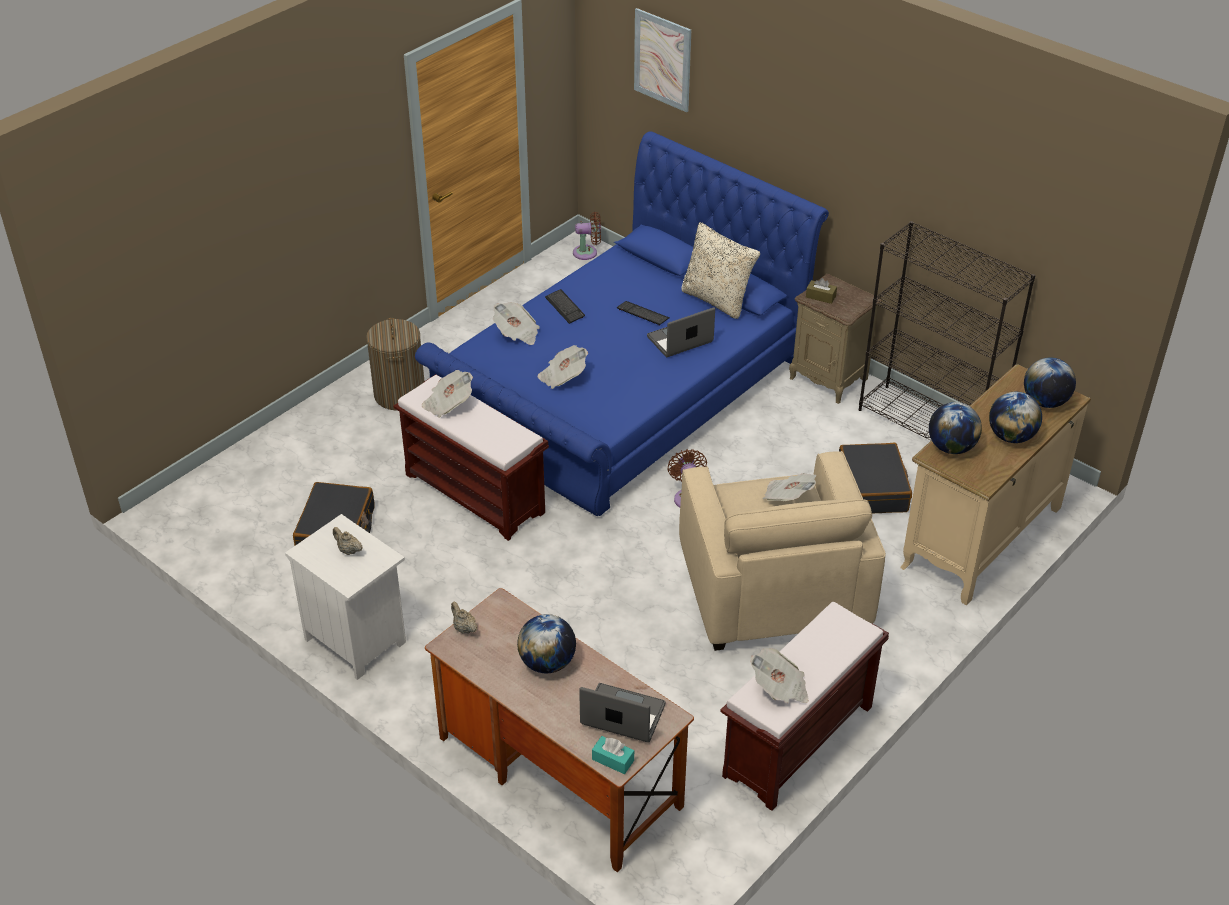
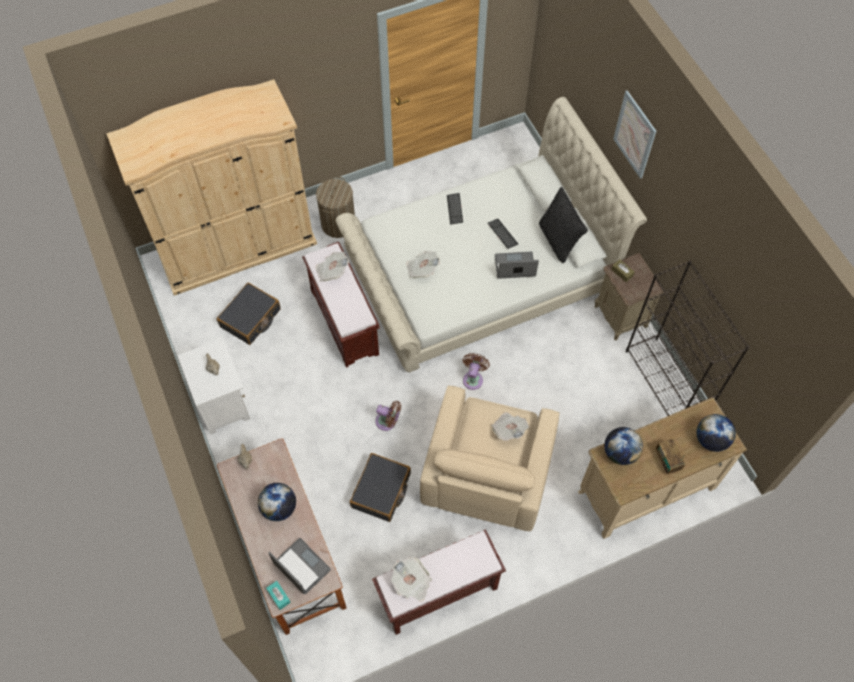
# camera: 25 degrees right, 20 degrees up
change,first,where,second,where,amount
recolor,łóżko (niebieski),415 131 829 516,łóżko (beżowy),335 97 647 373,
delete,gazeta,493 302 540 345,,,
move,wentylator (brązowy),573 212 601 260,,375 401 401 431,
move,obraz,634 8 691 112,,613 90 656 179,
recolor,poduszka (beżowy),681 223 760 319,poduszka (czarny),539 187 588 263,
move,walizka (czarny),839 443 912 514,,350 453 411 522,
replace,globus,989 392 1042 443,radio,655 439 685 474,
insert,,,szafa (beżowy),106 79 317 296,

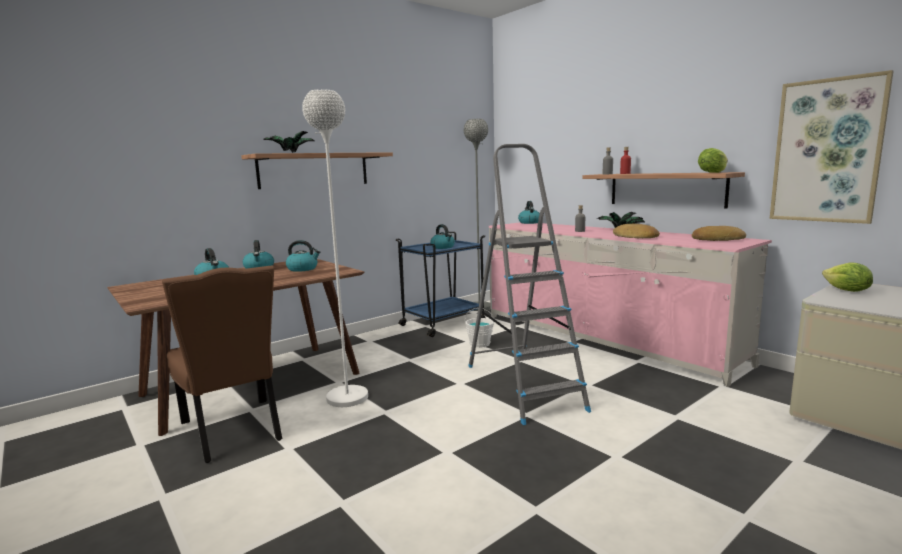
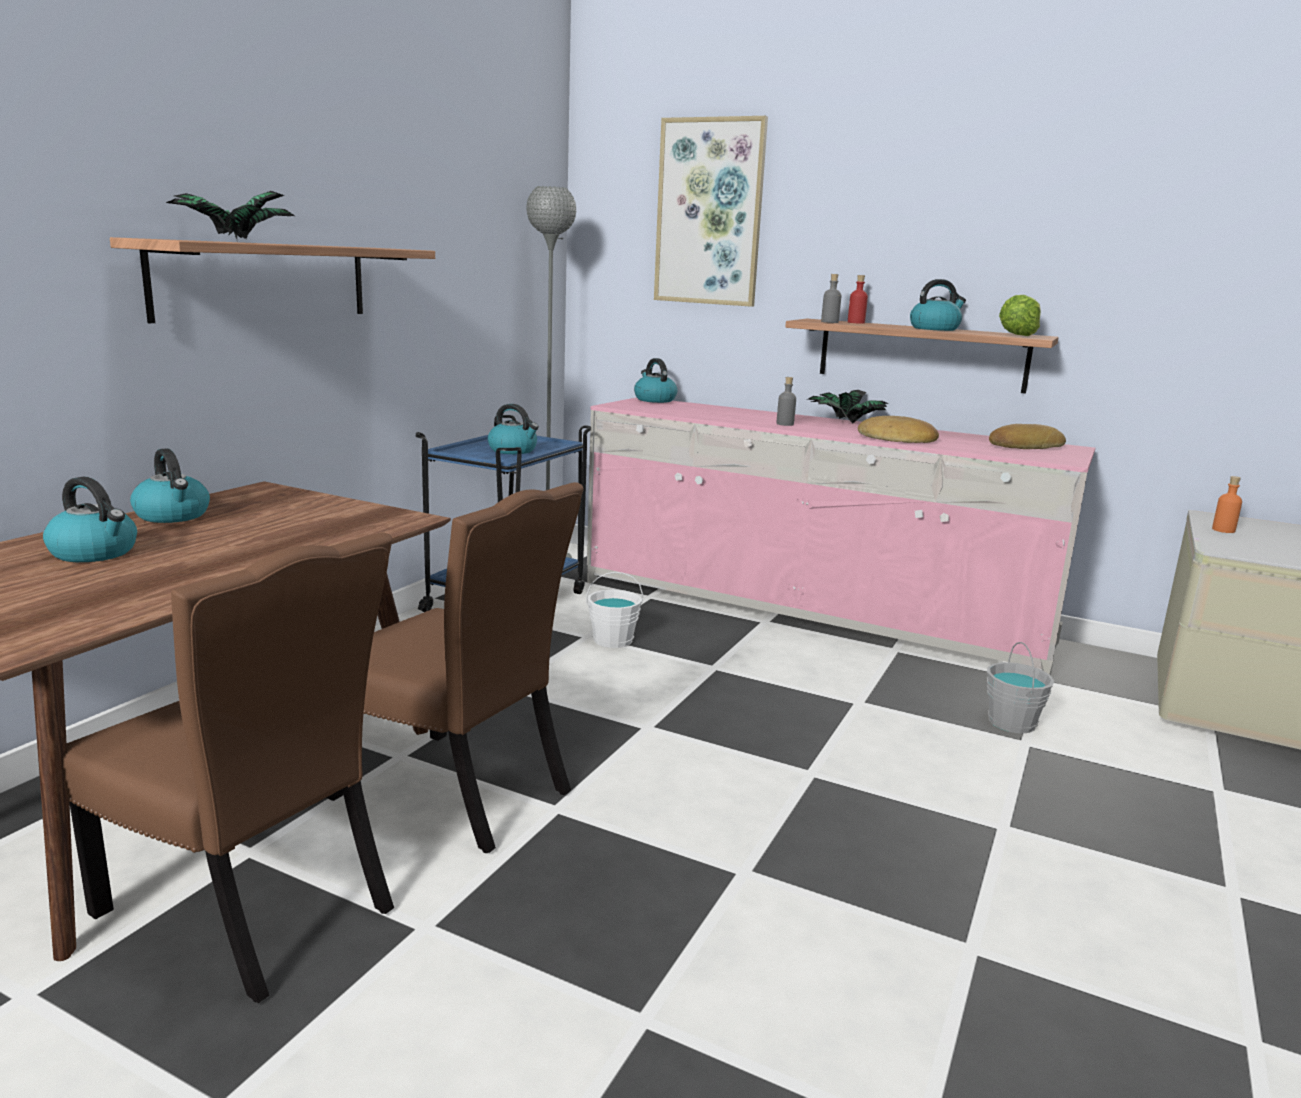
# camera: 25 degrees left, 5 degrees up
change,first,where,second,where,amount
move,czajnik,286 240 321 272,,910 279 966 331,
replace,lampa stojąca (biały),302 89 368 407,krzesło (brązowy),326 482 583 853,
delete,drabinka (szary),468 144 591 425,,,
move,obraz,770 70 893 224,,654 116 768 307,
replace,sałata,822 263 873 292,butelka (pomarańczowy),1212 476 1242 533,
insert,,,wiadro (szary),987 642 1054 734,

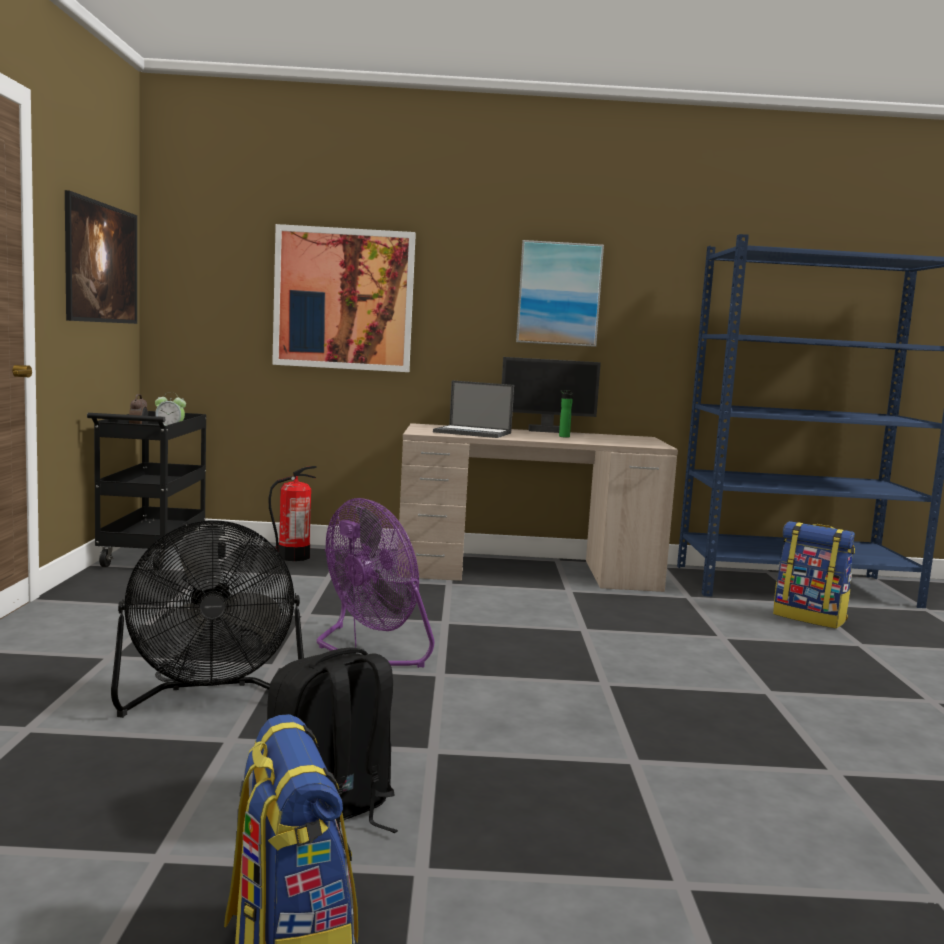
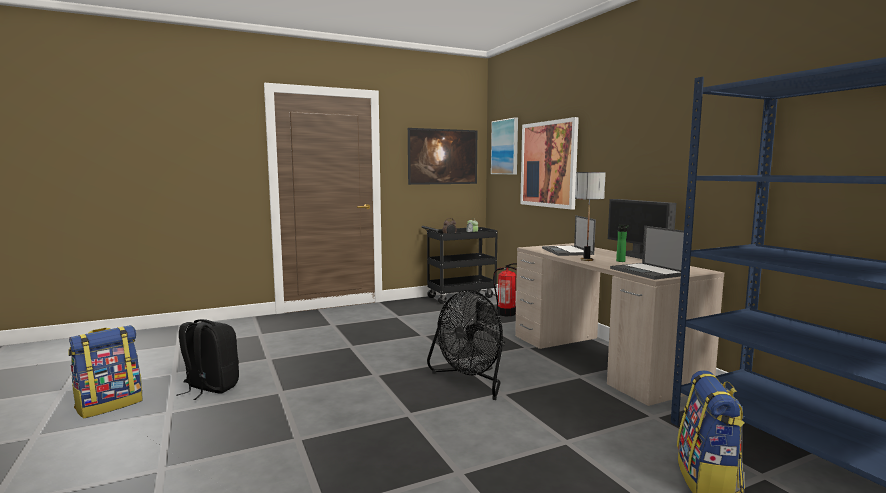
# camera: 65 degrees right, 0 degrees up
change,first,where,second,where,amount
move,wentylator (czarny),111 520 304 718,,427 290 505 400,
delete,wentylator (fioletowy),316 498 434 668,,,
move,obraz,516 240 604 347,,491 117 518 174,
insert,,,lampa stołowa,575 172 606 261,
insert,,,laptop,610 226 688 280,

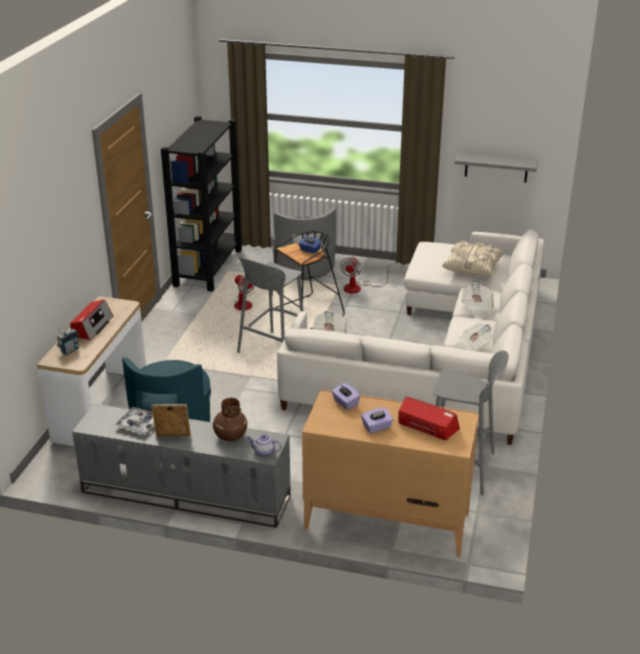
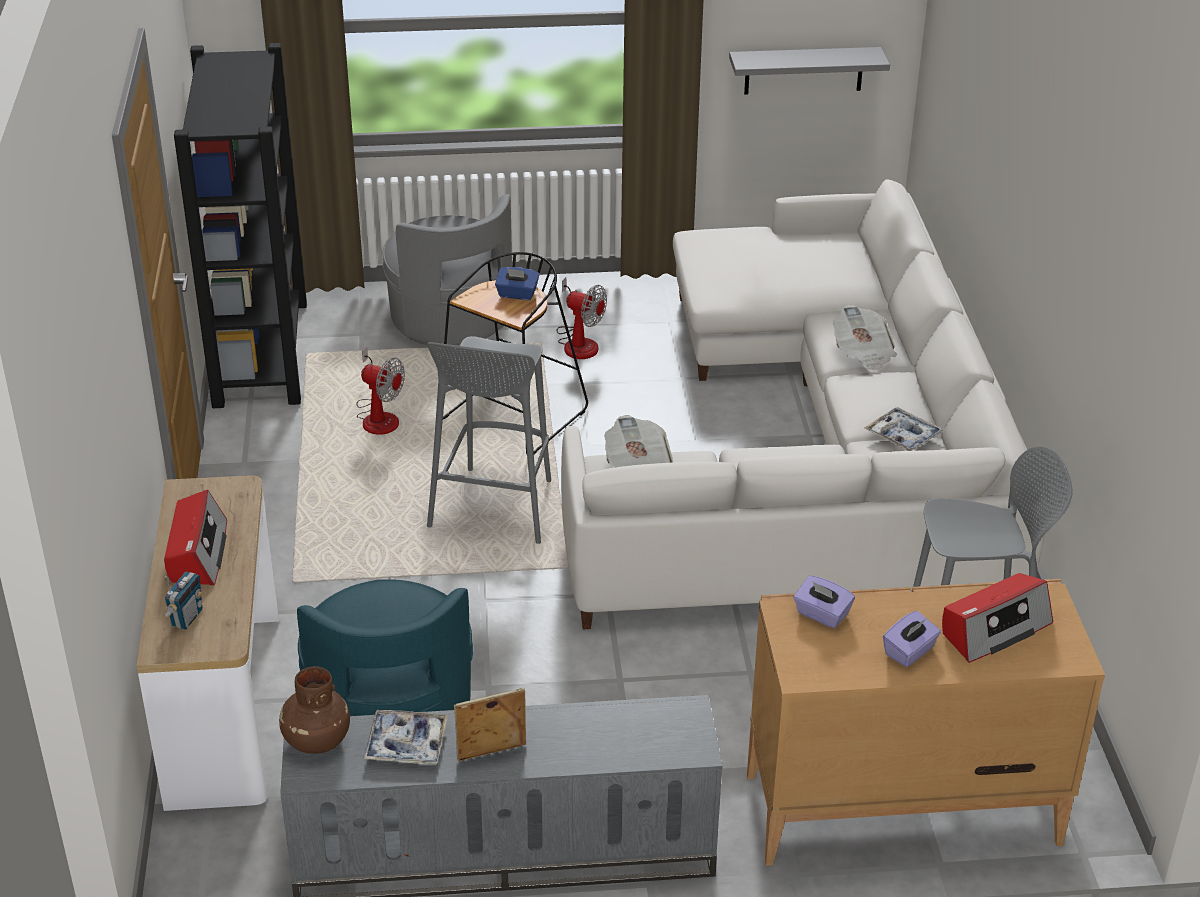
# camera: 20 degrees left, 5 degrees up
change,first,where,second,where,amount
move,wazon (brązowy),213 398 247 441,,279 666 350 754,
delete,imbryk,247 434 281 457,,,
rotate,wentylator,340 257 391 293,,557 278 607 359,60 degrees counterclockwise
rotate,radio,398 396 460 441,,942 573 1053 663,135 degrees clockwise
delete,poduszka (beżowy),442 241 504 277,,,
replace,gazeta,453 323 493 352,taca,864 407 943 451,

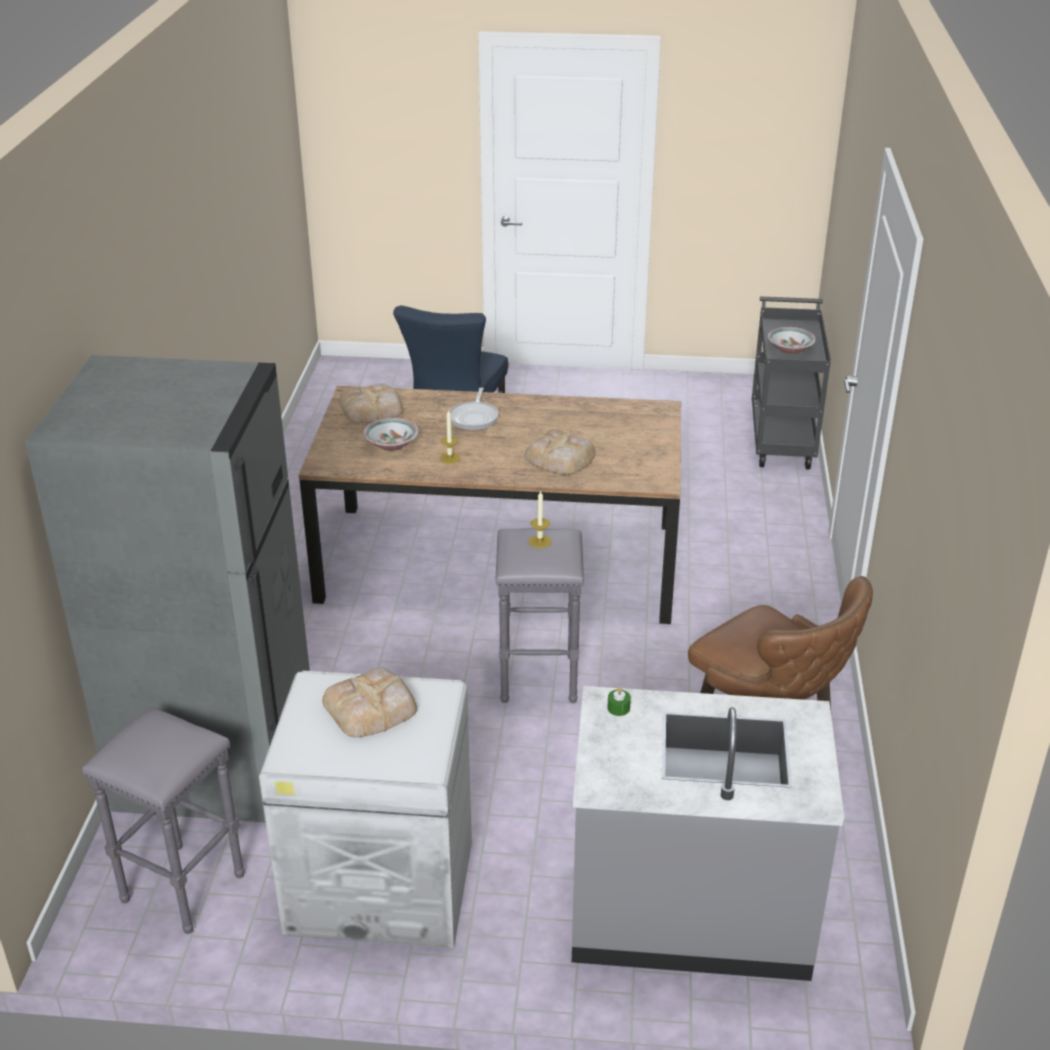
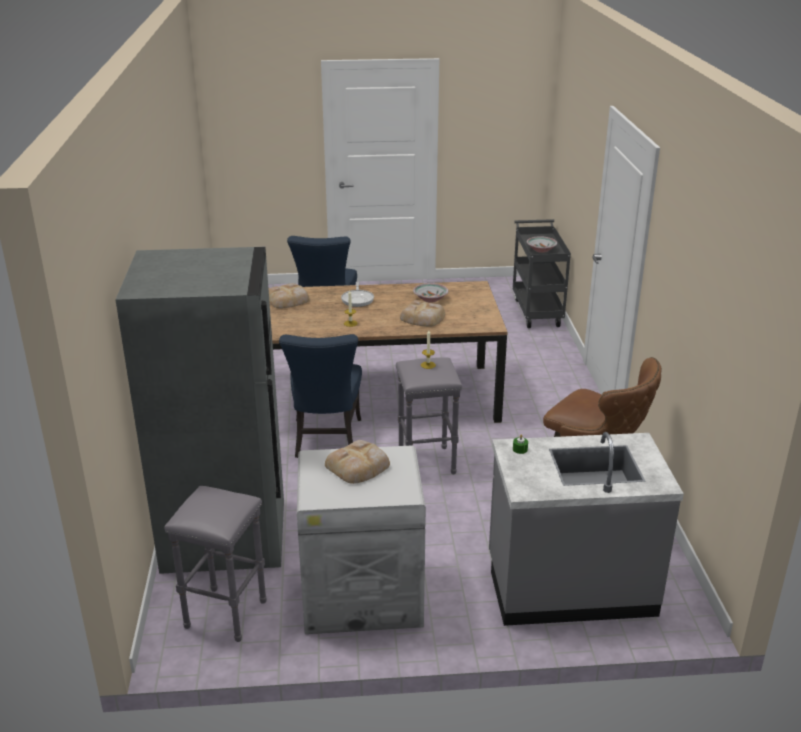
# camera: 10 degrees left, 5 degrees down
change,first,where,second,where,amount
move,miska,363 418 419 451,,413 283 448 303,
insert,,,krzesło (niebieski),279 334 362 458,

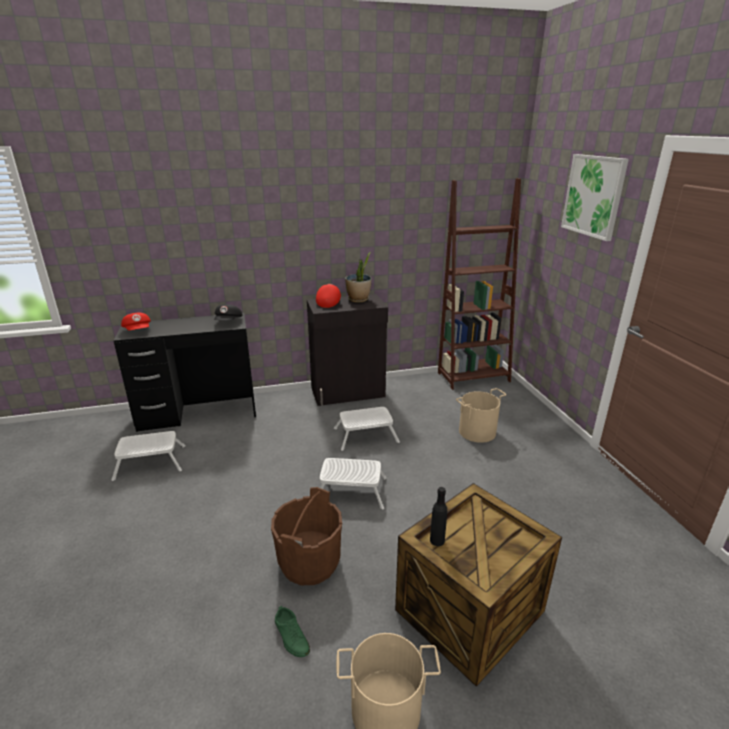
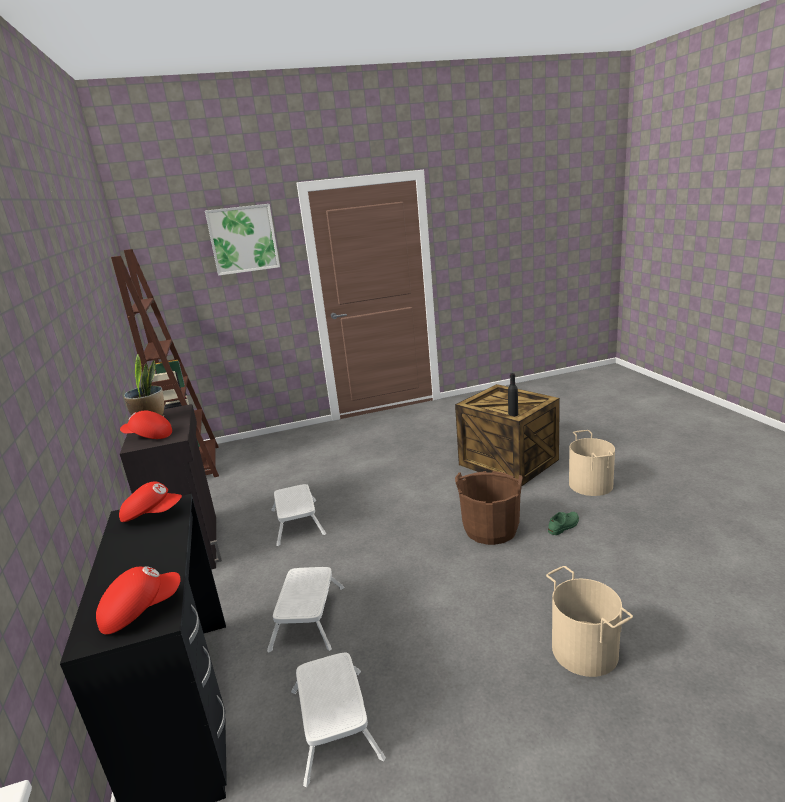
# camera: 90 degrees left, 5 degrees down
change,first,where,second,where,amount
recolor,czapka z daszkiem (czarny),214 304 243 321,czapka z daszkiem (czerwony),119 481 182 522,
move,drabinka (biały),320 458 387 510,,267 567 345 653,
move,wiadro (beżowy),456 388 506 443,,546 566 633 677,

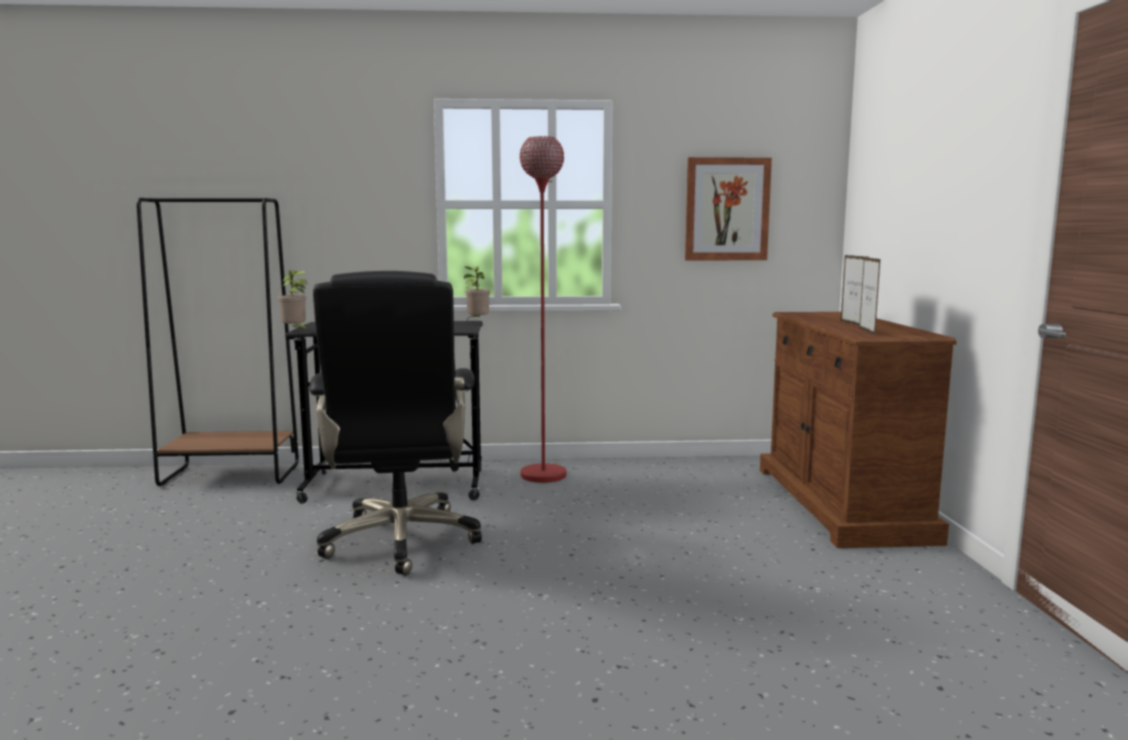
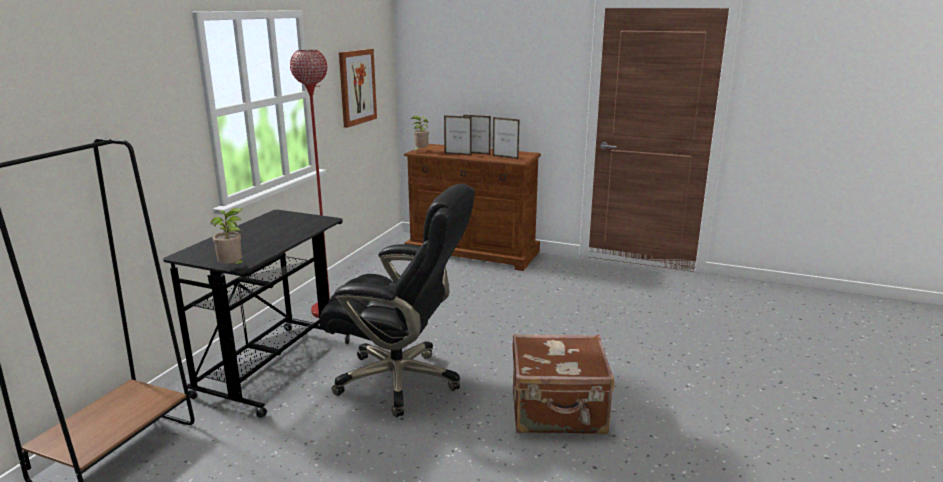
# camera: 65 degrees left, 10 degrees up
change,first,where,second,where,amount
move,roślina doniczkowa,464 266 490 320,,411 116 429 151,
insert,,,ramka na zdjęcie,444 115 472 156,
insert,,,walizka (brązowy),512 334 614 434,

